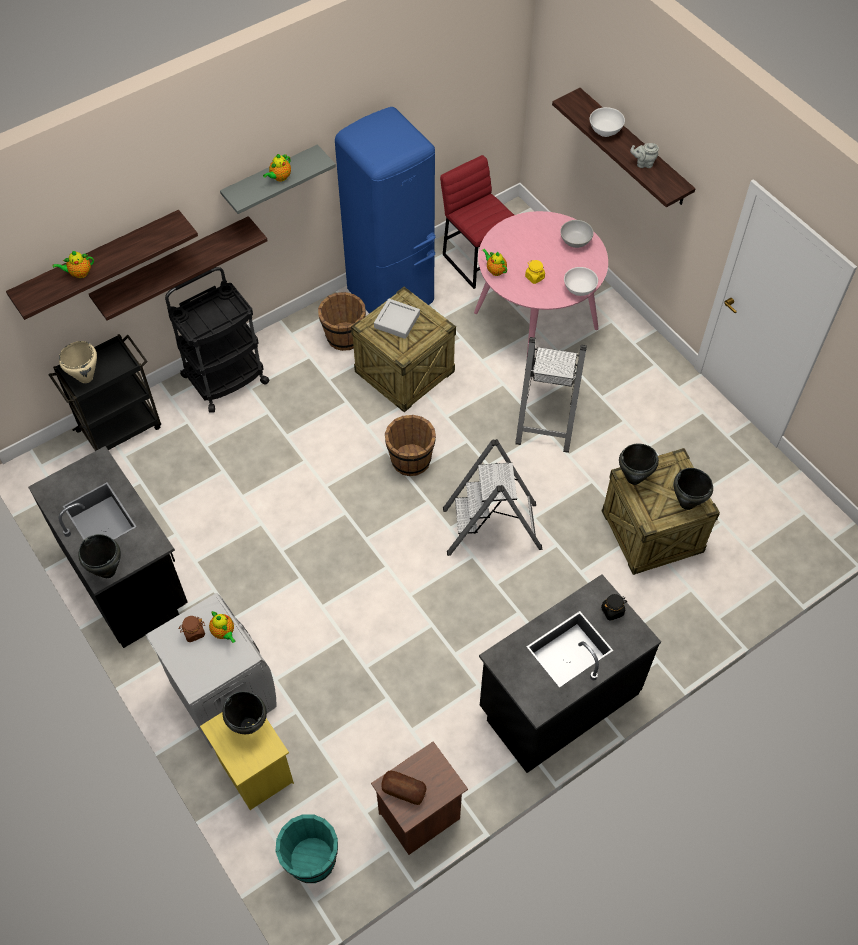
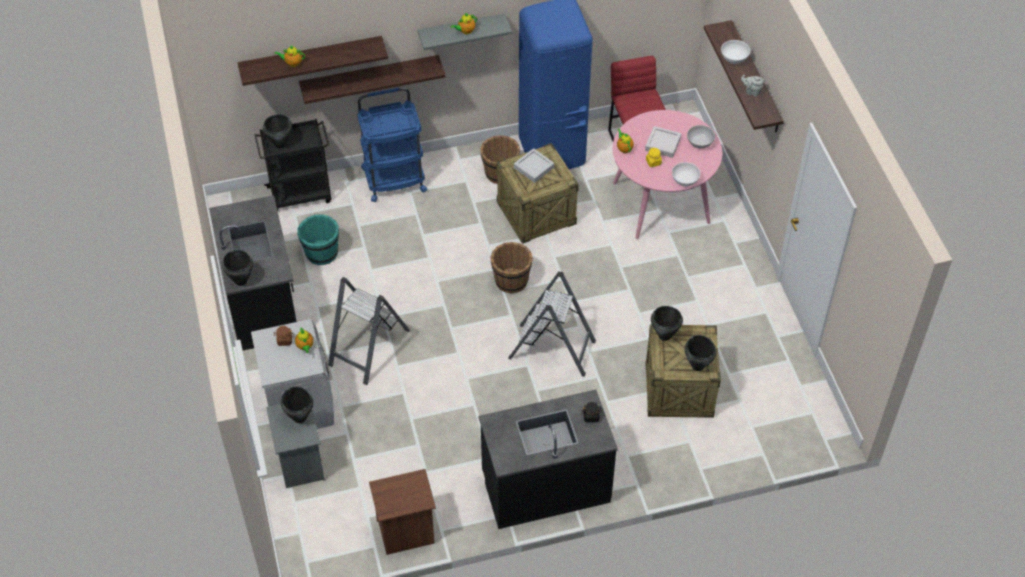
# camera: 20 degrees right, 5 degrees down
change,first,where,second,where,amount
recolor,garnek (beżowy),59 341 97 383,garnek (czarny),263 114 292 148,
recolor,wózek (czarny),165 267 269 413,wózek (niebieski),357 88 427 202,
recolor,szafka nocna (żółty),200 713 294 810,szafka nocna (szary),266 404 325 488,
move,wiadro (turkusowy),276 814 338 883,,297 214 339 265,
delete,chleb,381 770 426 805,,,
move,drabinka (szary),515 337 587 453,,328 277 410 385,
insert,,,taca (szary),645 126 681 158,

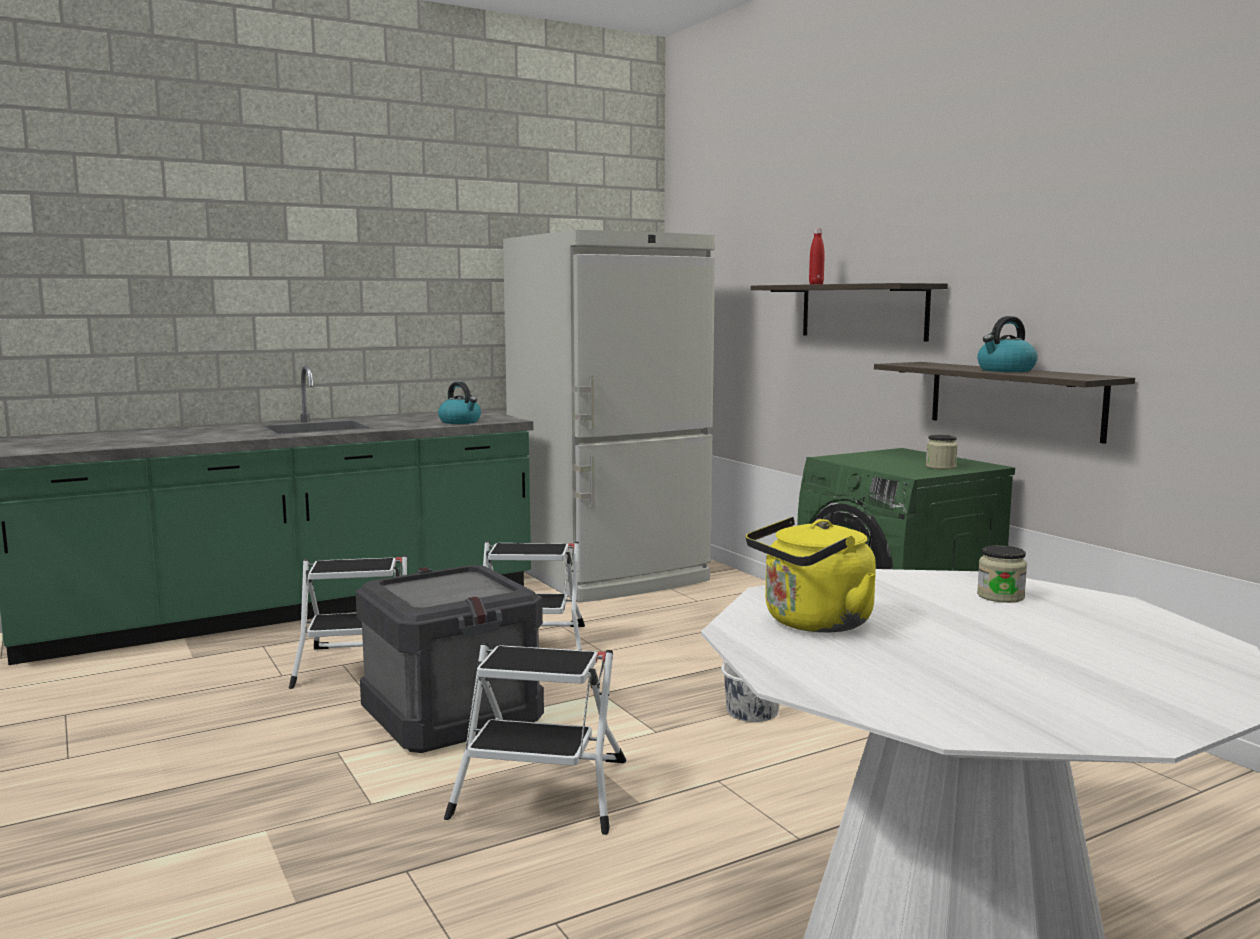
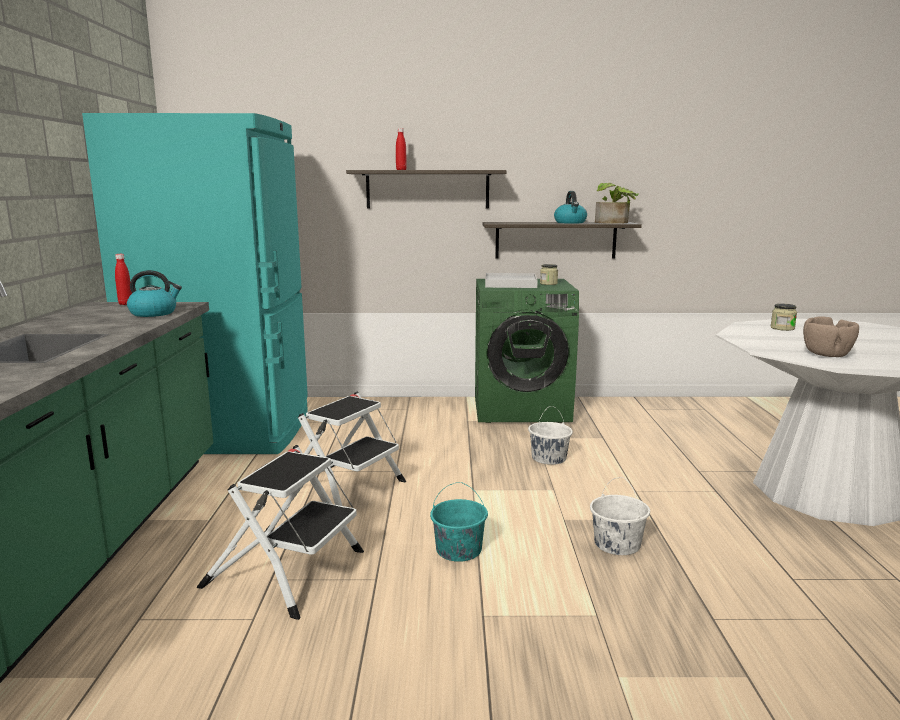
# camera: 60 degrees left, 5 degrees up
change,first,where,second,where,amount
replace,skrzynka,356 565 544 753,wiadro (turkusowy),430 482 488 562,
replace,drabinka,444 642 626 835,wiadro (biały),590 477 650 555,
recolor,lodówka (biały),503 230 715 602,lodówka (turkusowy),82 113 308 454,
replace,czajnik (żółty),746 517 876 633,miska (brązowy),803 316 859 357,
insert,,,butelka (czerwony),115 254 132 305,
insert,,,taca (biały),485 273 538 288,
insert,,,roślina doniczkowa,595 183 639 224,

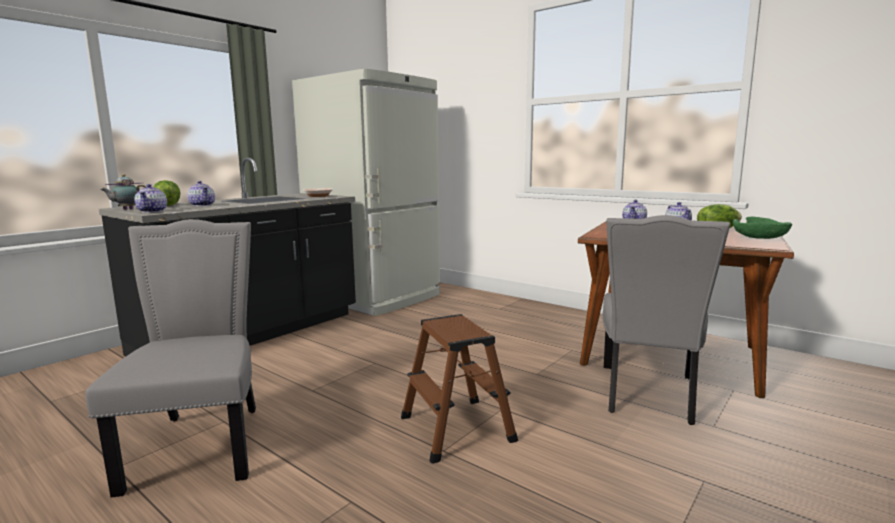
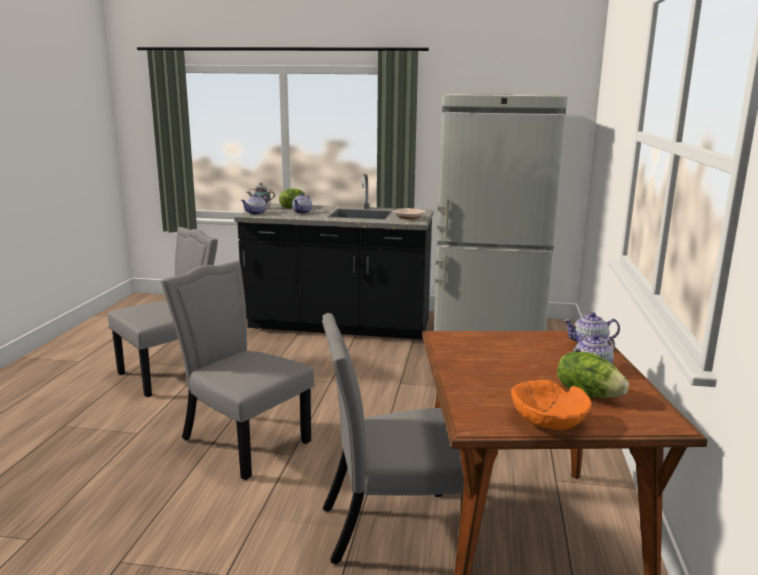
# camera: 60 degrees right, 5 degrees up
change,first,where,second,where,amount
replace,drabinka (brązowy),401 314 518 464,krzesło (szary),161 261 314 480,
recolor,miska (zielony),733 217 792 239,miska (pomarańczowy),511 380 592 430,

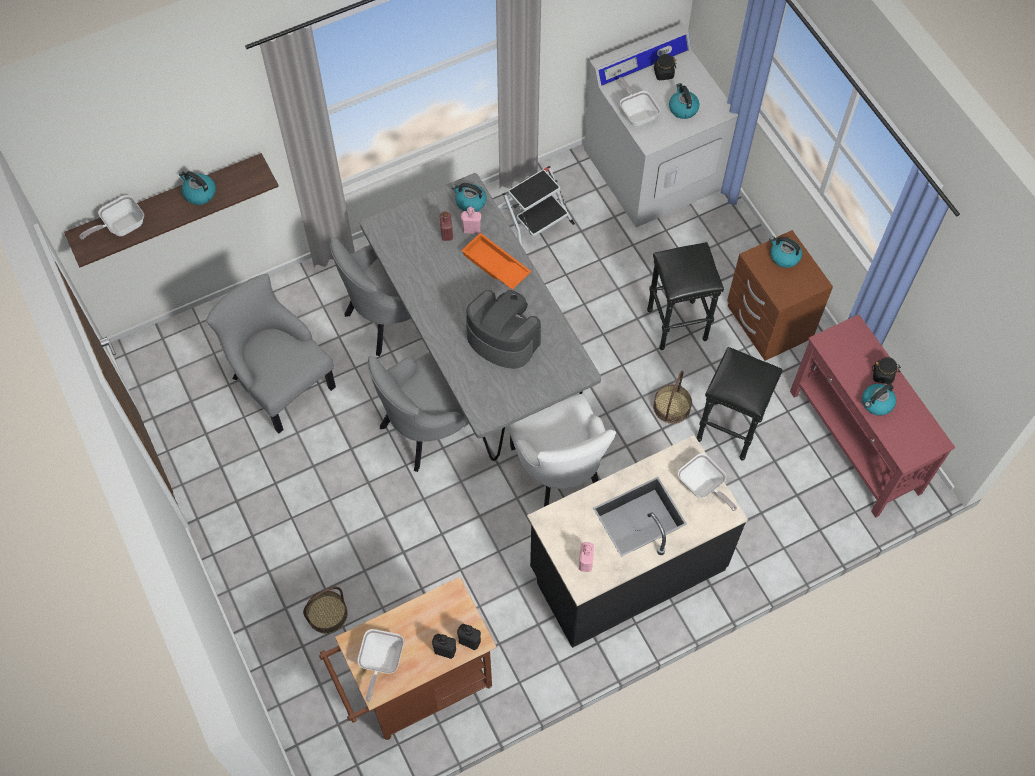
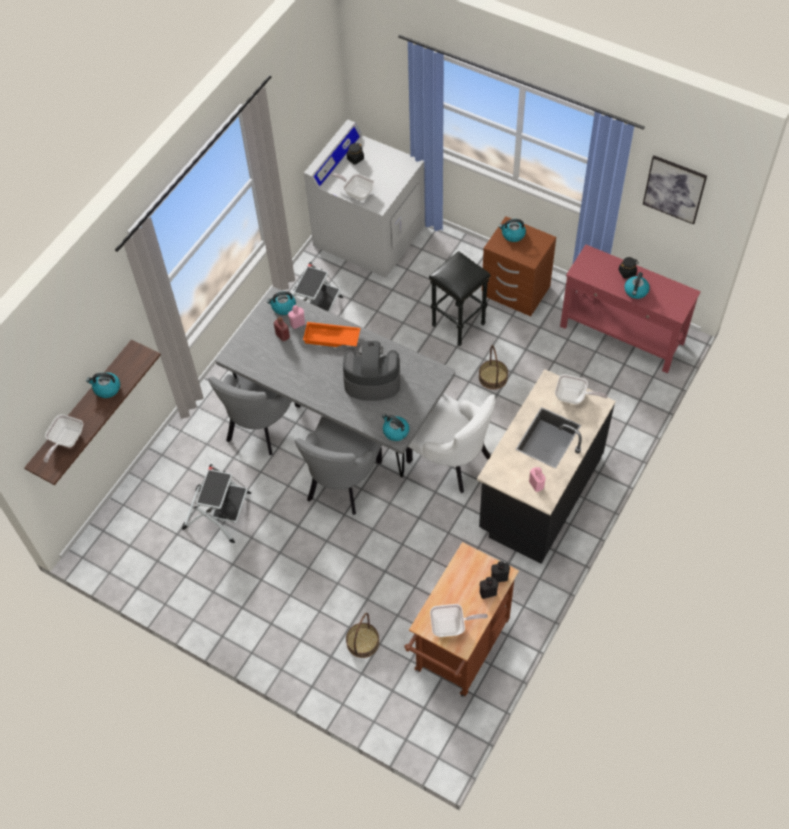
# camera: 30 degrees left, 5 degrees down
change,first,where,second,where,amount
replace,krzesło (szary),206 274 336 434,drabinka,182 464 251 543,
rotate,patelnia,357 629 404 702,,430 604 488 637,75 degrees counterclockwise
move,czajnik,669 83 699 119,,382 414 409 441,
delete,stołek (czarny),696 347 783 460,,,
insert,,,obraz,643 155 707 225,

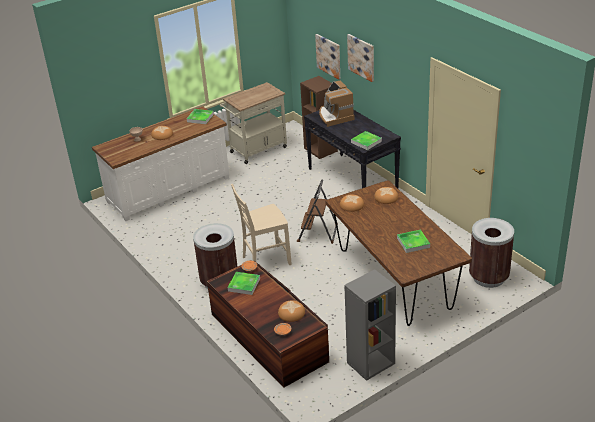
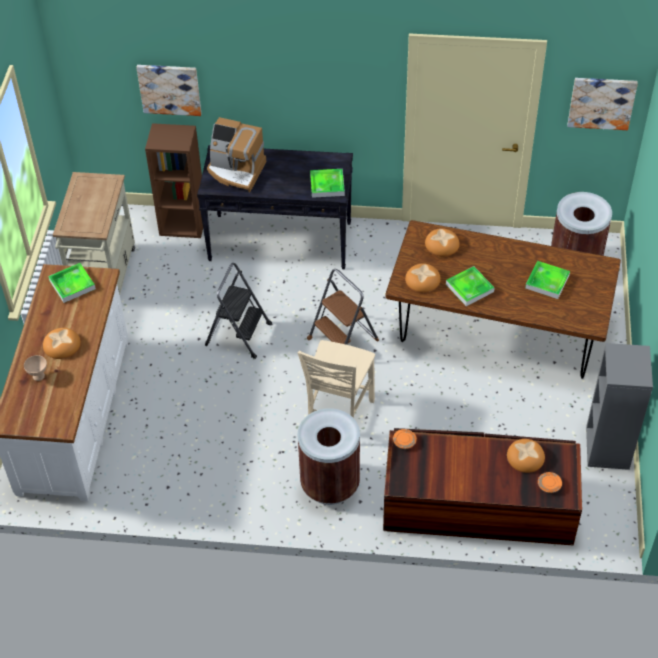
# camera: 50 degrees left, 15 degrees up
change,first,where,second,where,amount
move,taca,228 272 260 295,,446 266 495 306,
move,obraz,347 34 374 82,,568 78 638 130,
insert,,,drabinka (czarny),205 263 272 359,

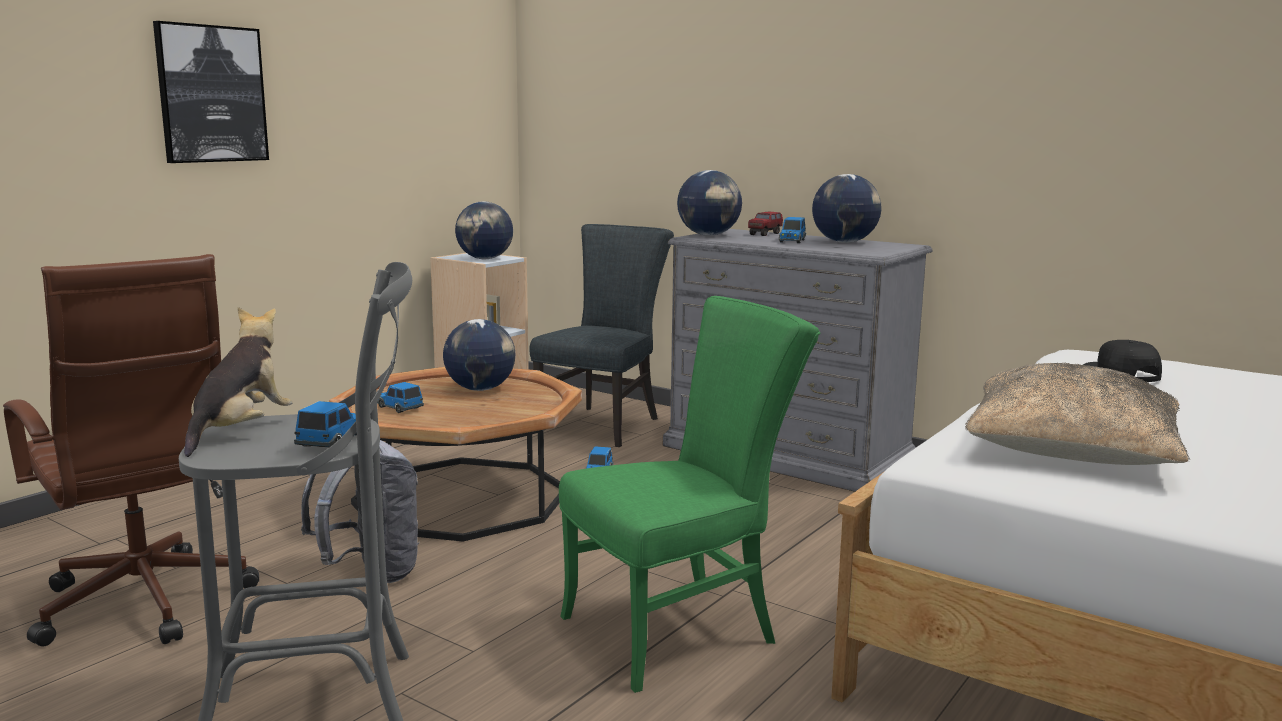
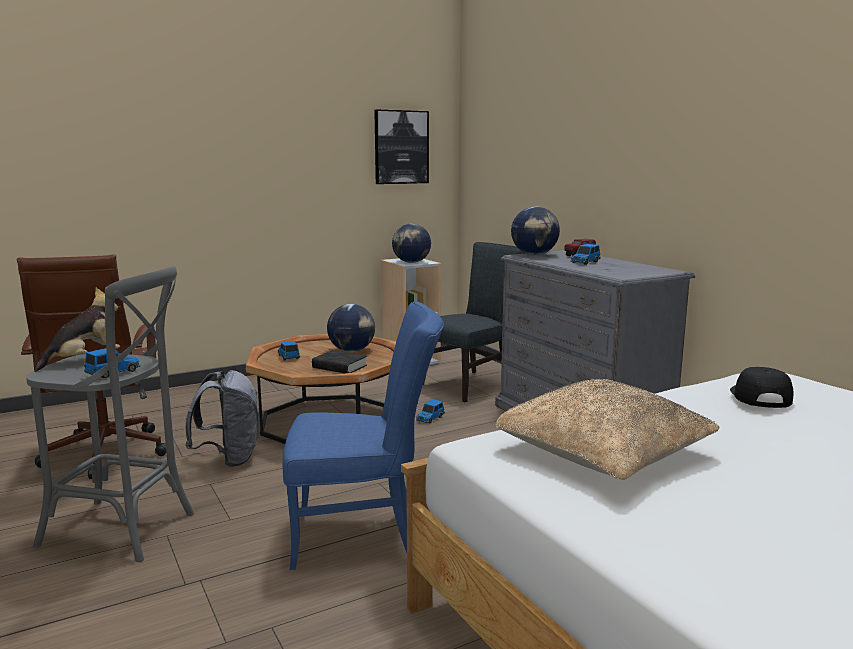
# camera: 25 degrees right, 0 degrees up
change,first,where,second,where,amount
move,obraz,153 21 269 163,,374 110 429 184,
recolor,krzesło (zielony),559 296 820 693,krzesło (niebieski),282 302 444 570,
delete,globus,812 174 882 243,,,
insert,,,książka (czarny),312 350 367 373,

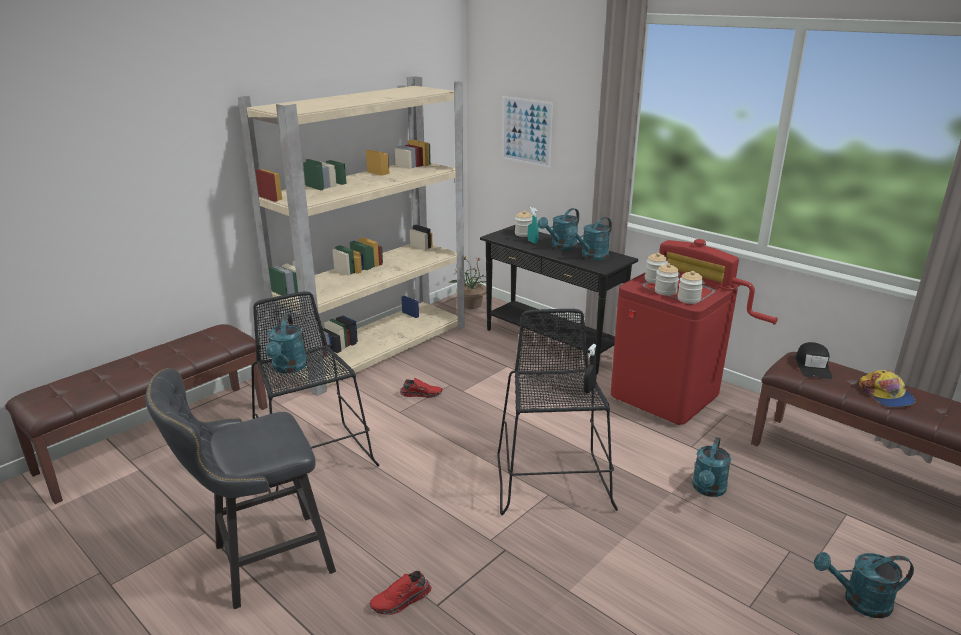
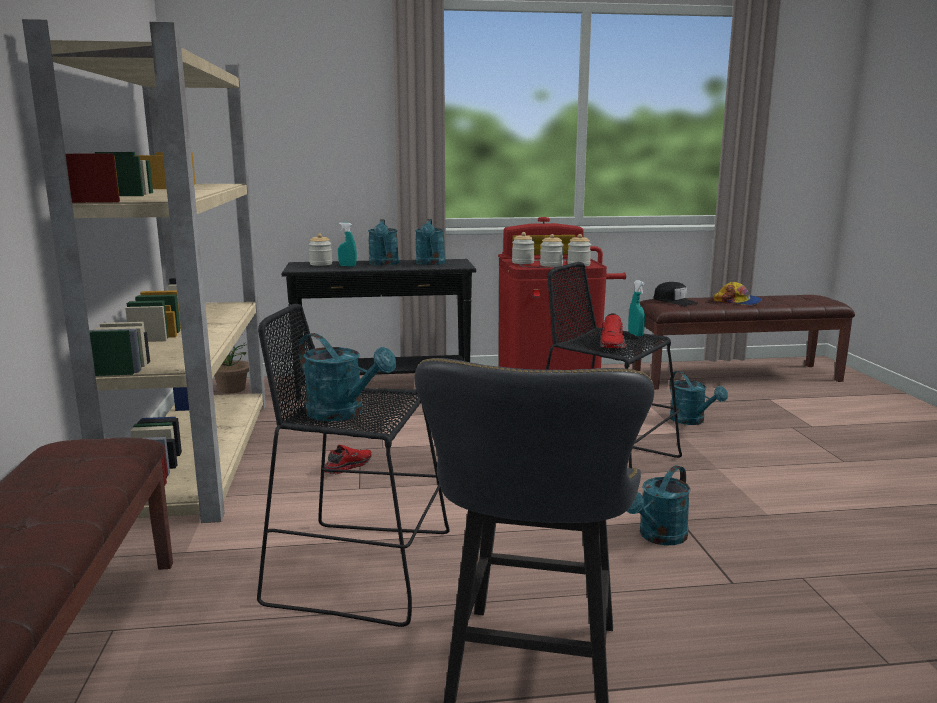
# camera: 50 degrees left, 10 degrees down
change,first,where,second,where,amount
move,but (czerwony),369 571 432 615,,600 313 626 348,
delete,obraz,502 96 553 168,,,
recolor,spryskiwacz (czarny),583 344 597 393,spryskiwacz (turkusowy),628 280 645 336,
move,konewka (turkusowy),814 552 914 618,,627 465 690 545,

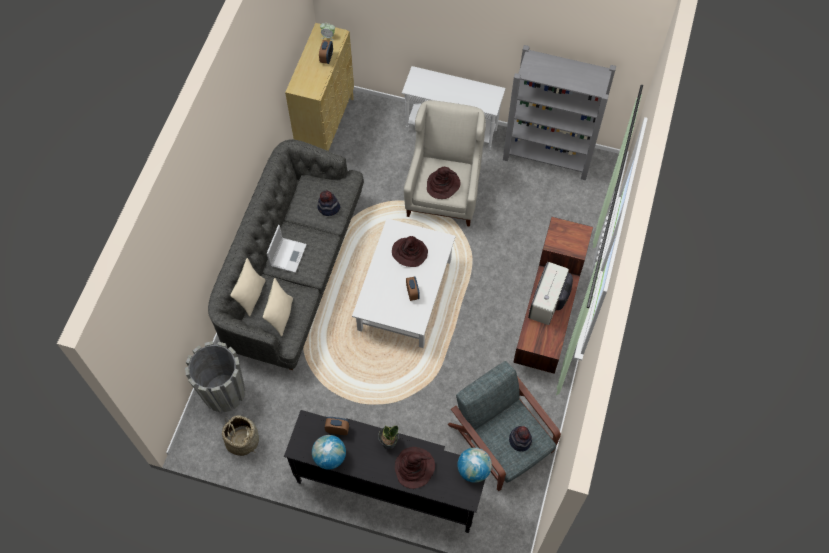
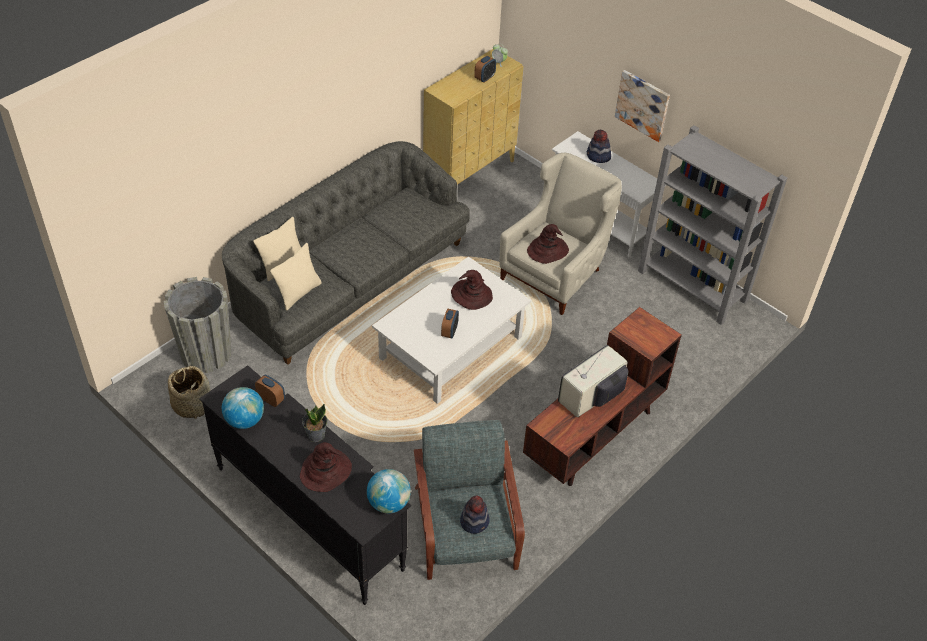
# camera: 25 degrees right, 15 degrees down
change,first,where,second,where,amount
delete,laptop,267 225 307 273,,,
move,kapelusz,317 190 340 216,,587 129 611 163,
insert,,,obraz,615 70 670 142,

